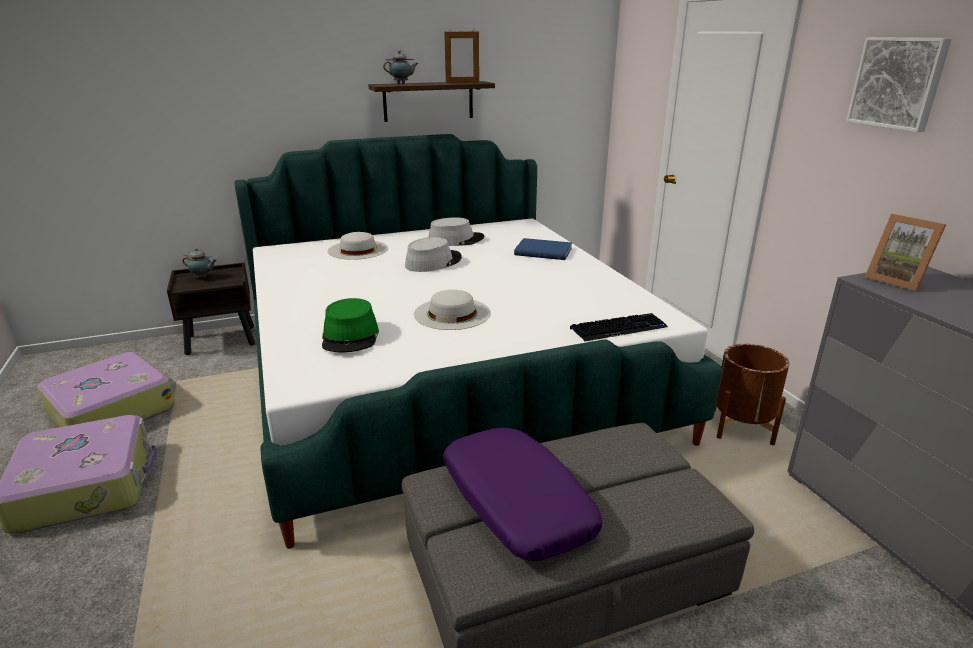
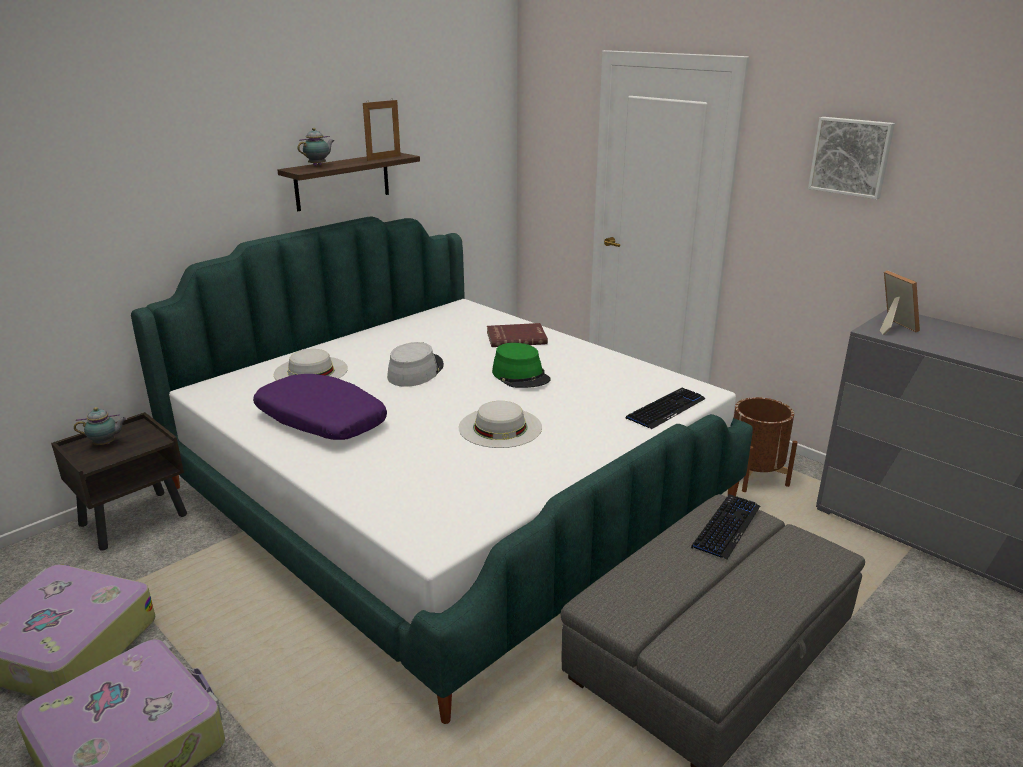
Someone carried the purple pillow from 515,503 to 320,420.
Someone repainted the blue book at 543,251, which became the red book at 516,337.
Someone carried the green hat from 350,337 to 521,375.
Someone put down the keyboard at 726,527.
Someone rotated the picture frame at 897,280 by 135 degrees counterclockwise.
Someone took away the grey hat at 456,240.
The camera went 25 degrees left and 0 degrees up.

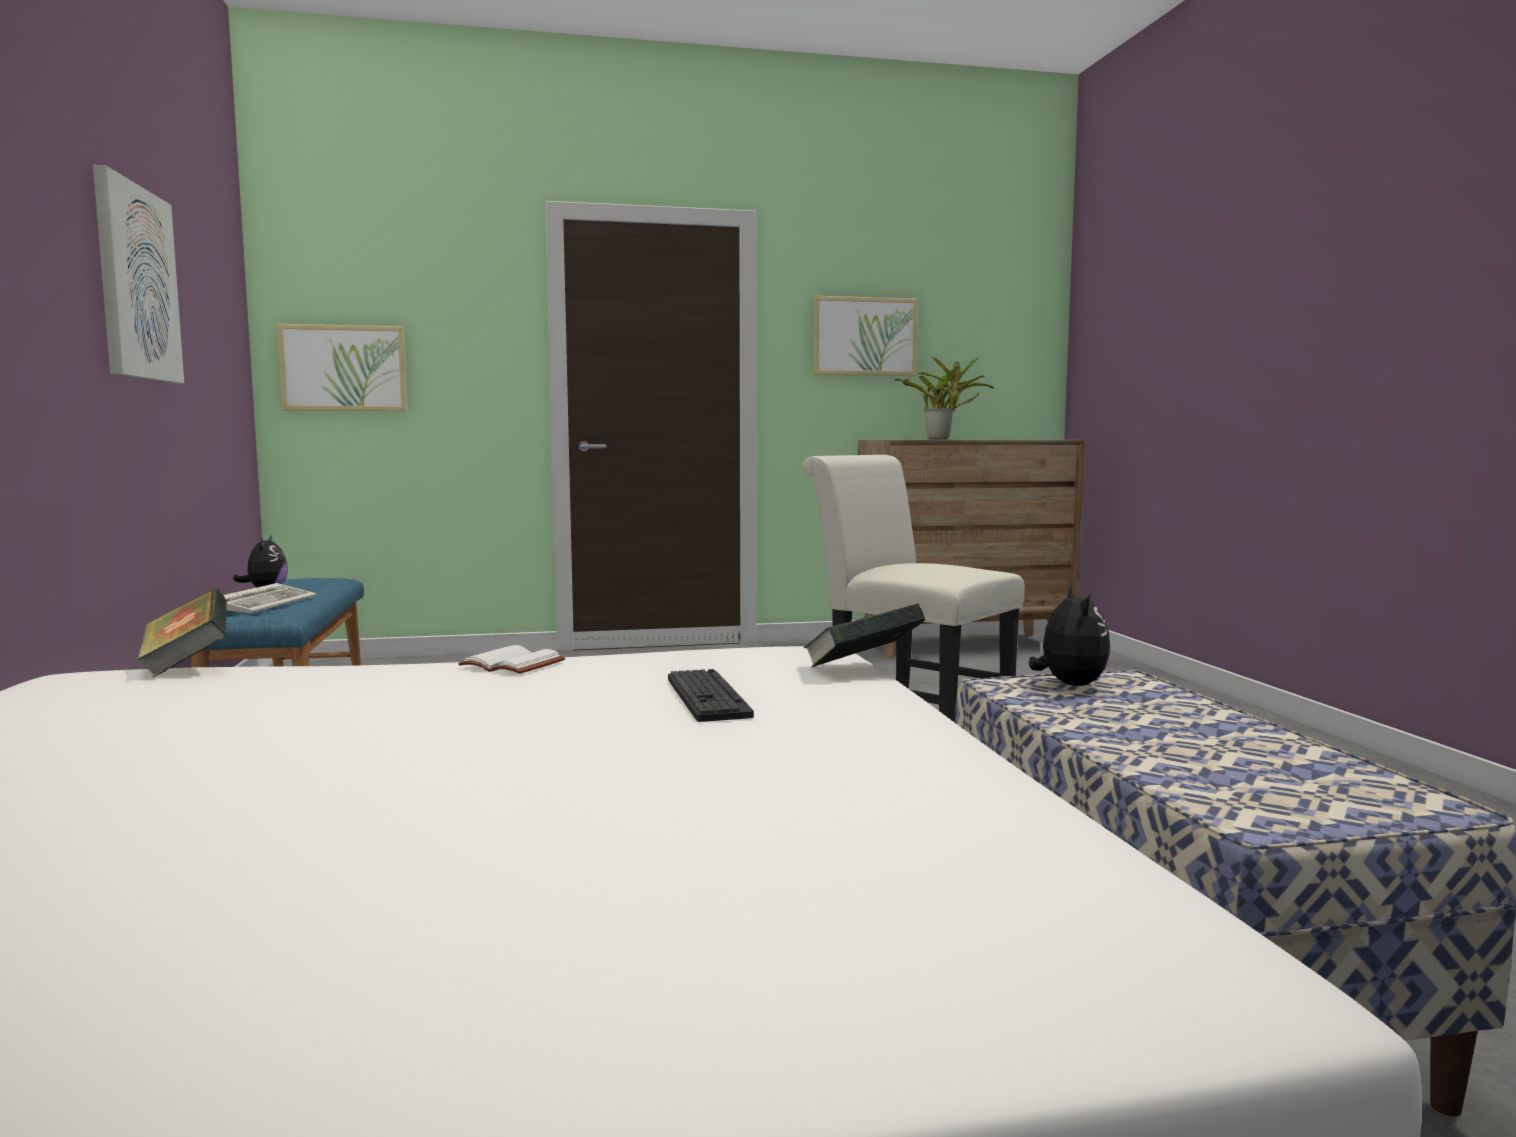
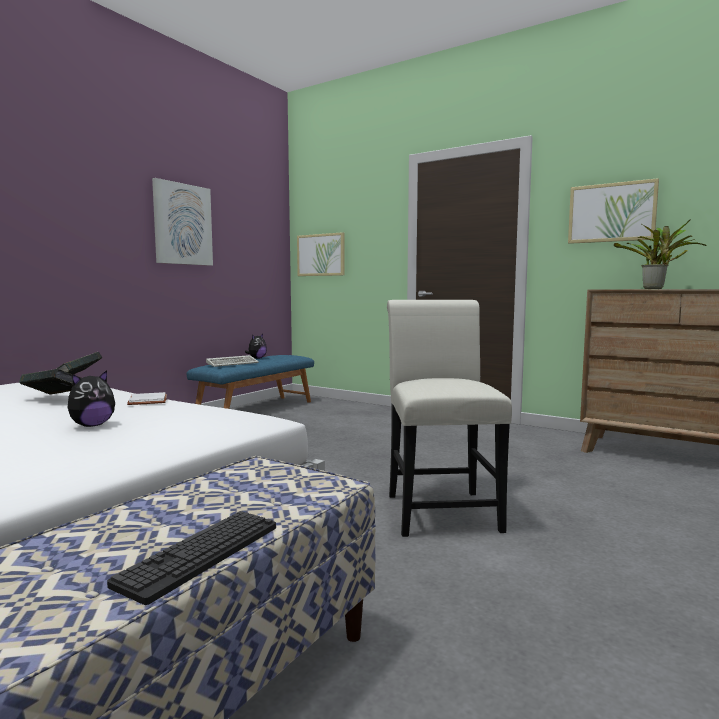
Someone carried the book from 862,668 to 55,398.
Someone carried the plush toy from 1069,685 to 92,425.
Someone carried the keyboard from 707,697 to 201,554.
The camera went 45 degrees right and 0 degrees up.

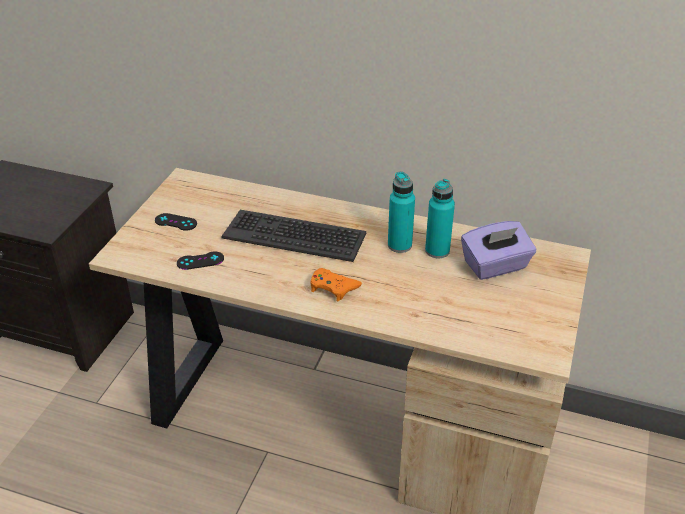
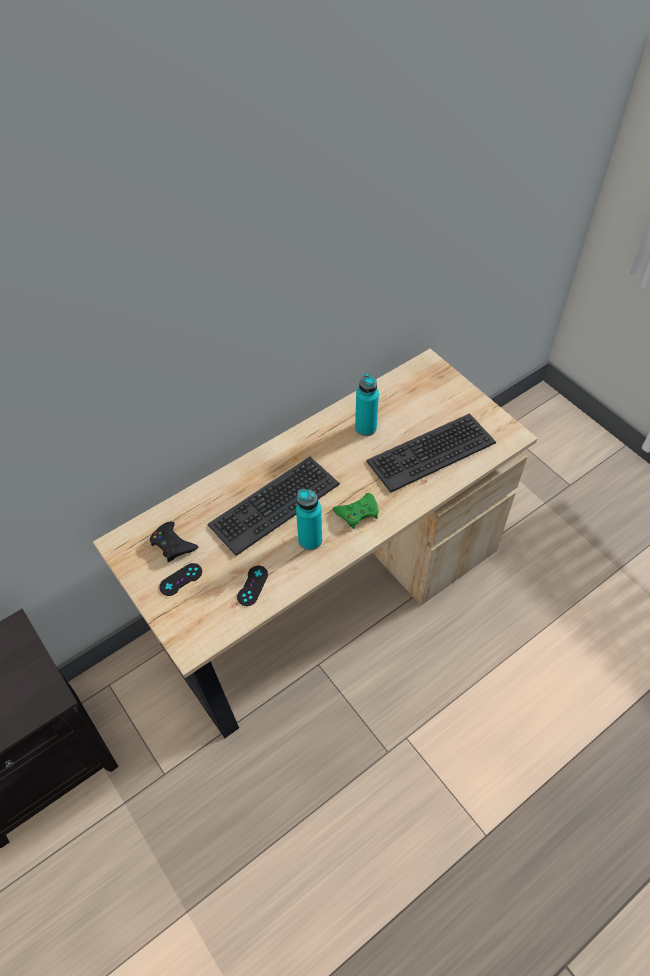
Someone put down the black game controller at 173,544.
Someone carried the turquoise bottle from 399,245 to 310,540.
Someone repainted the orange game controller at 333,287, which became the green game controller at 357,513.
Someone put down the keyboard at 430,452.
Someone took away the purple tissue box at 495,266.
The camera went 55 degrees left and 15 degrees up.

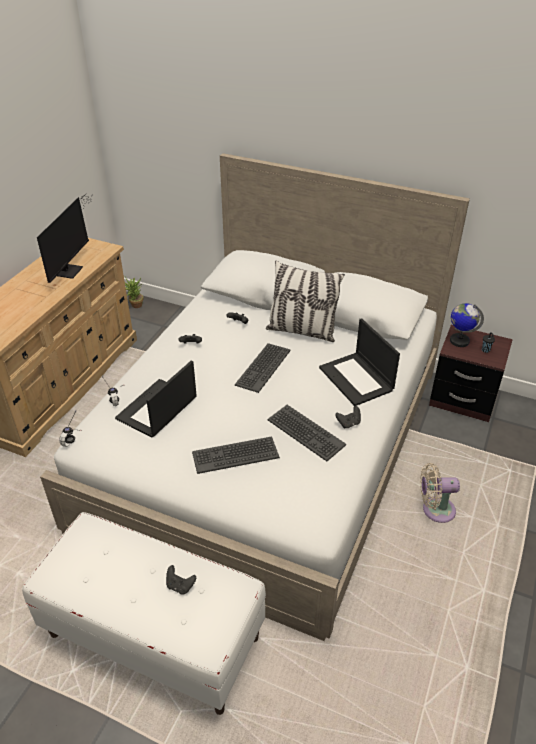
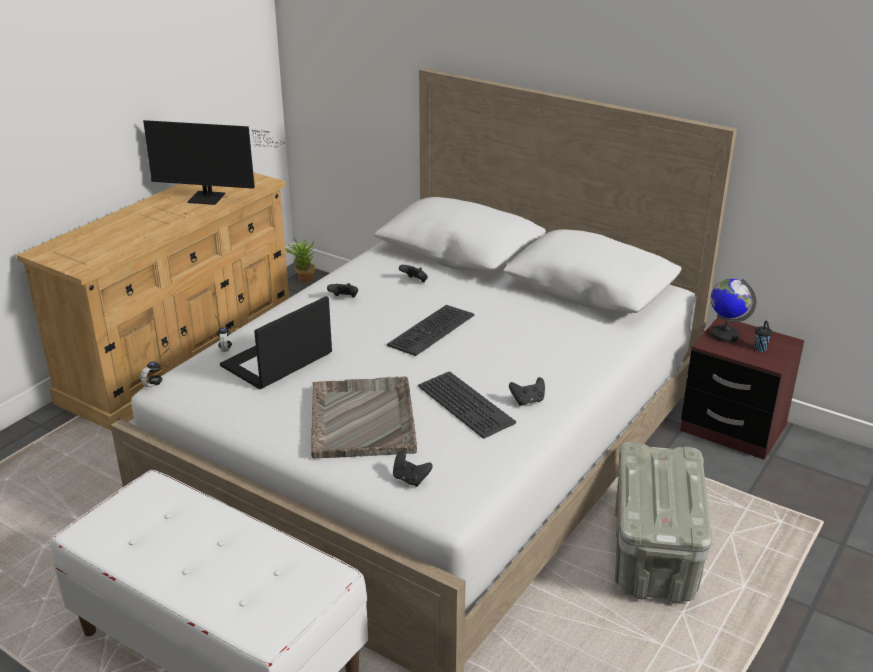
Someone rotated the monitor at 71,269 by 75 degrees clockwise.
Someone swapped the keyboard at 235,455 for the grey tray at 362,419.
Someone carried the black game controller from 180,586 to 410,479.
Someone swapped the beige fan at 435,510 for the grey storage box at 654,556.
Someone took away the pillow at 302,331.
Someone took away the laptop at 357,379.
The camera went 10 degrees right and 10 degrees down.

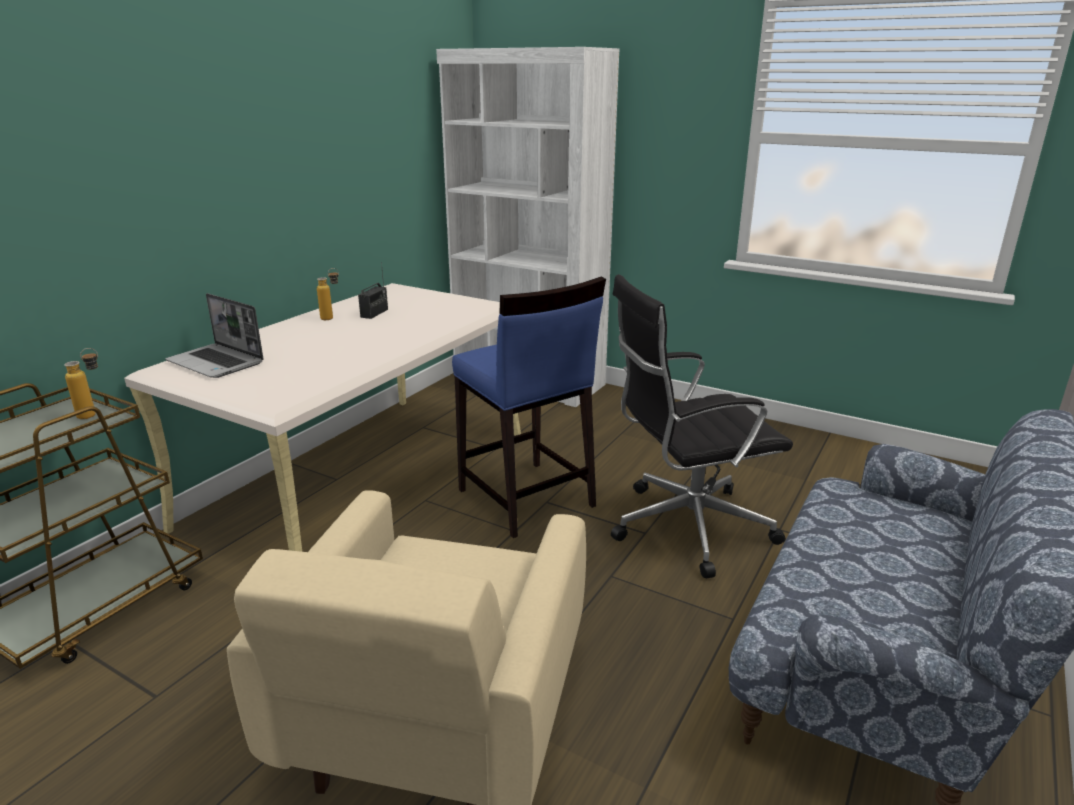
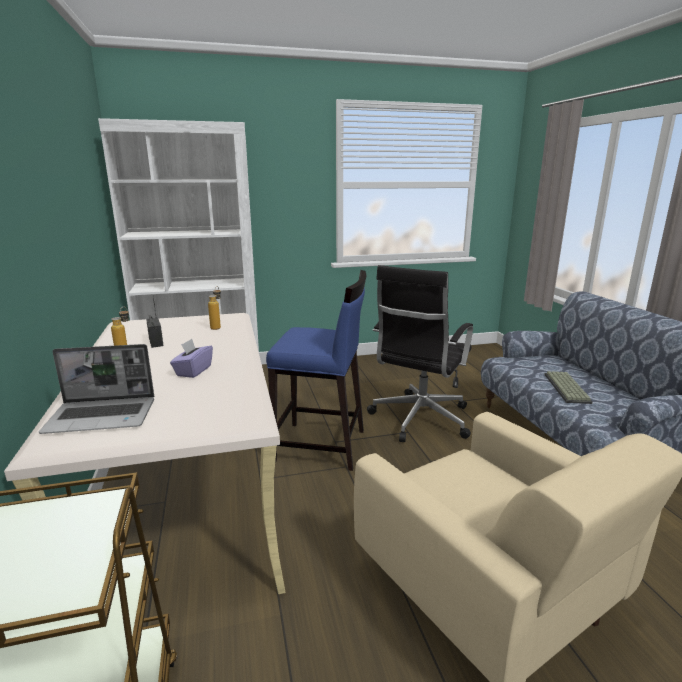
Someone put down the purple tissue box at 193,371.
Someone carried the bottle from 94,414 to 217,327.
Someone put down the keyboard at 568,388.
The camera went 45 degrees left and 5 degrees down.

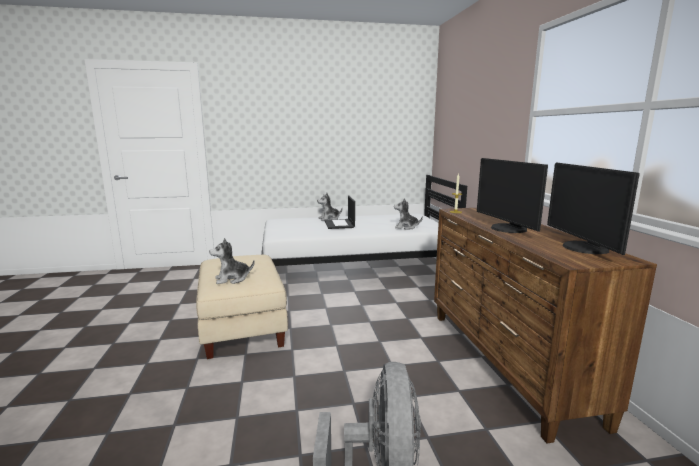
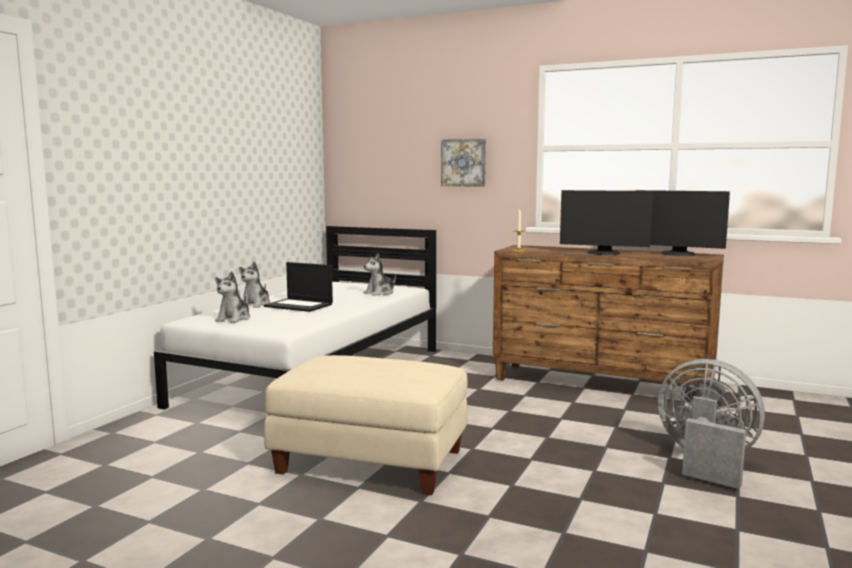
Someone carried the plush toy from 232,279 to 234,319.
Someone put up the picture at 464,162.
The camera went 55 degrees left and 5 degrees down.

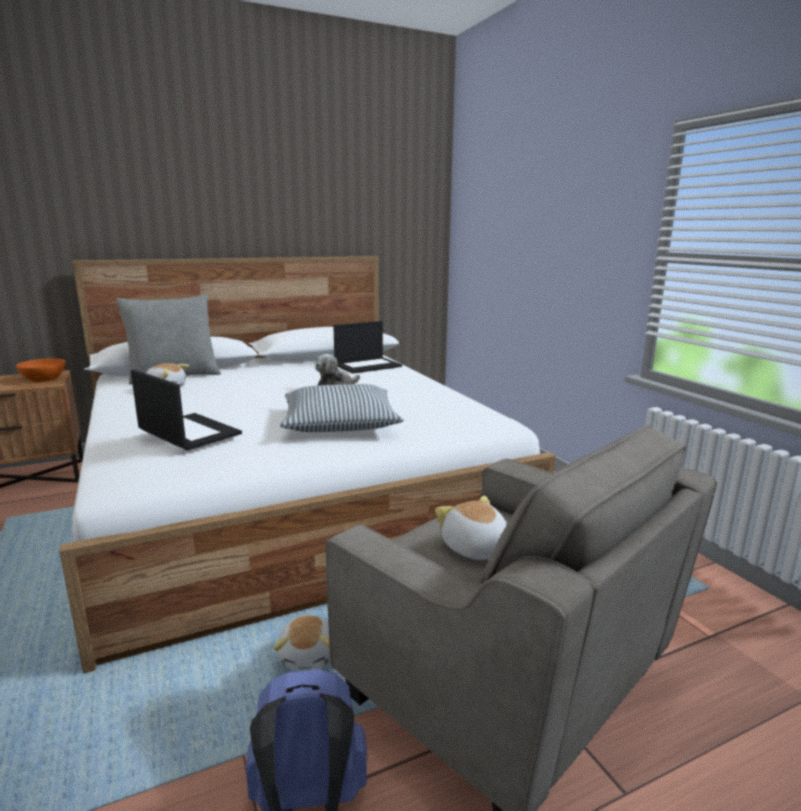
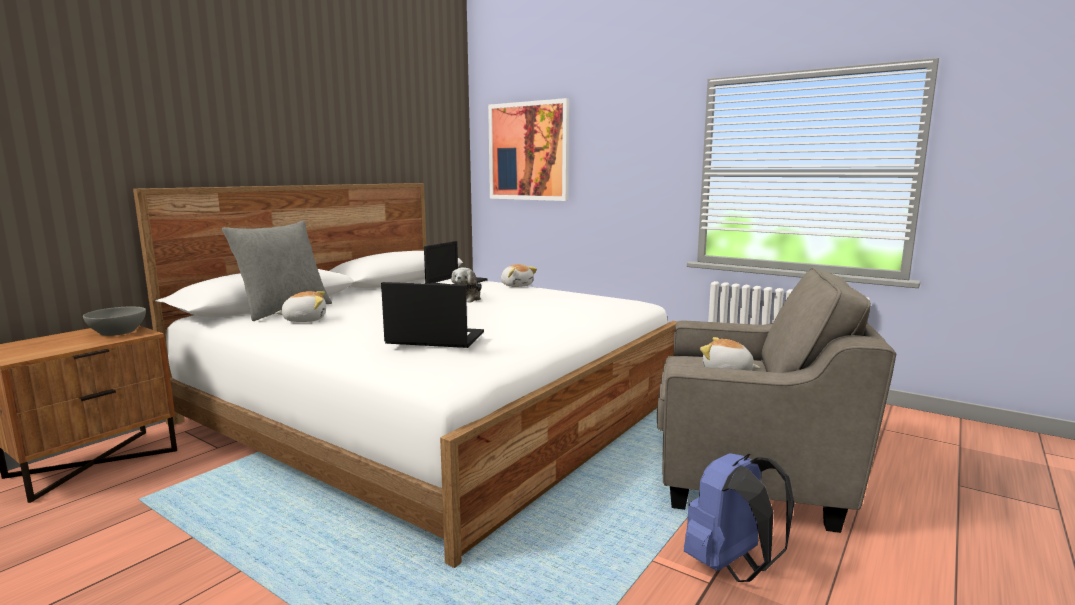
Someone repainted the orange bowl at 44,379, which became the grey bowl at 118,332.
Someone put up the picture at 528,151.
Someone carried the plush toy from 308,655 to 517,285.
Someone took away the pillow at 339,423.
The camera went 30 degrees left and 5 degrees down.

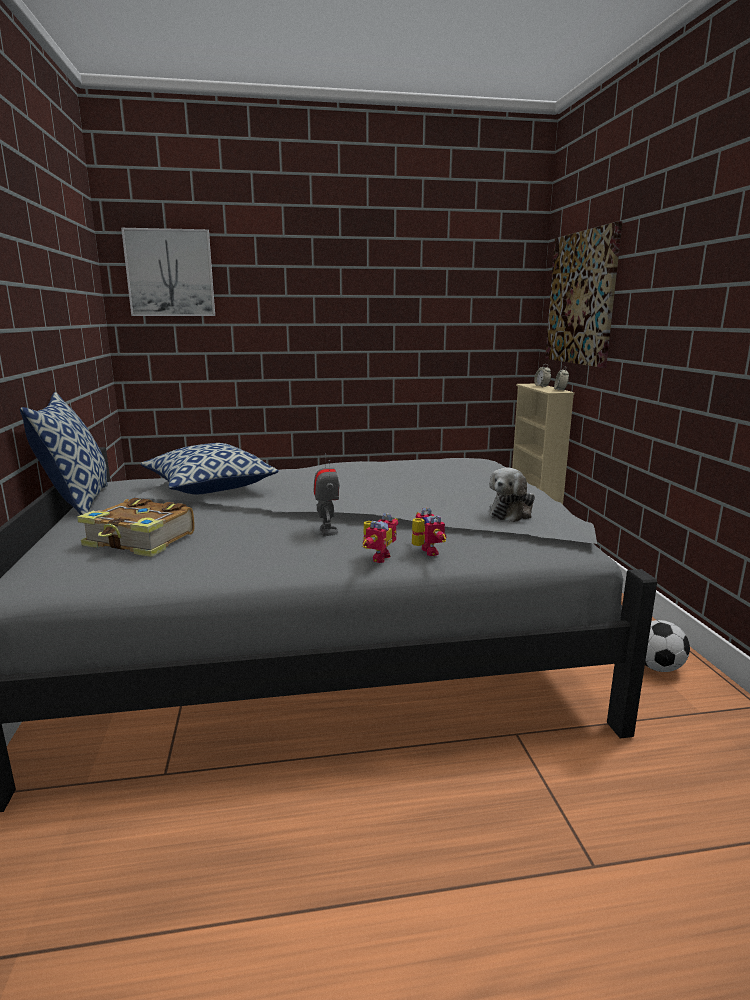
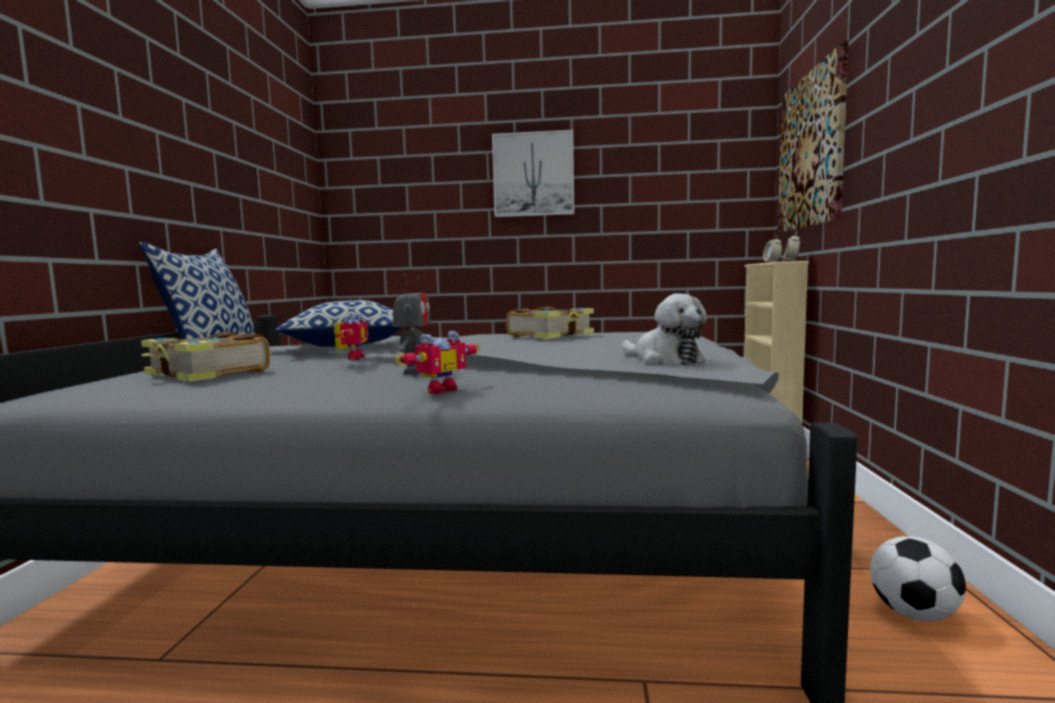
Someone carried the toy robot from 425,552 to 351,358.
Someone carried the picture from 170,273 to 533,174.
Someone put down the book at 552,335.
Someone rotated the plush toy at 512,513 by 90 degrees counterclockwise.
The camera went 15 degrees right and 10 degrees down.

